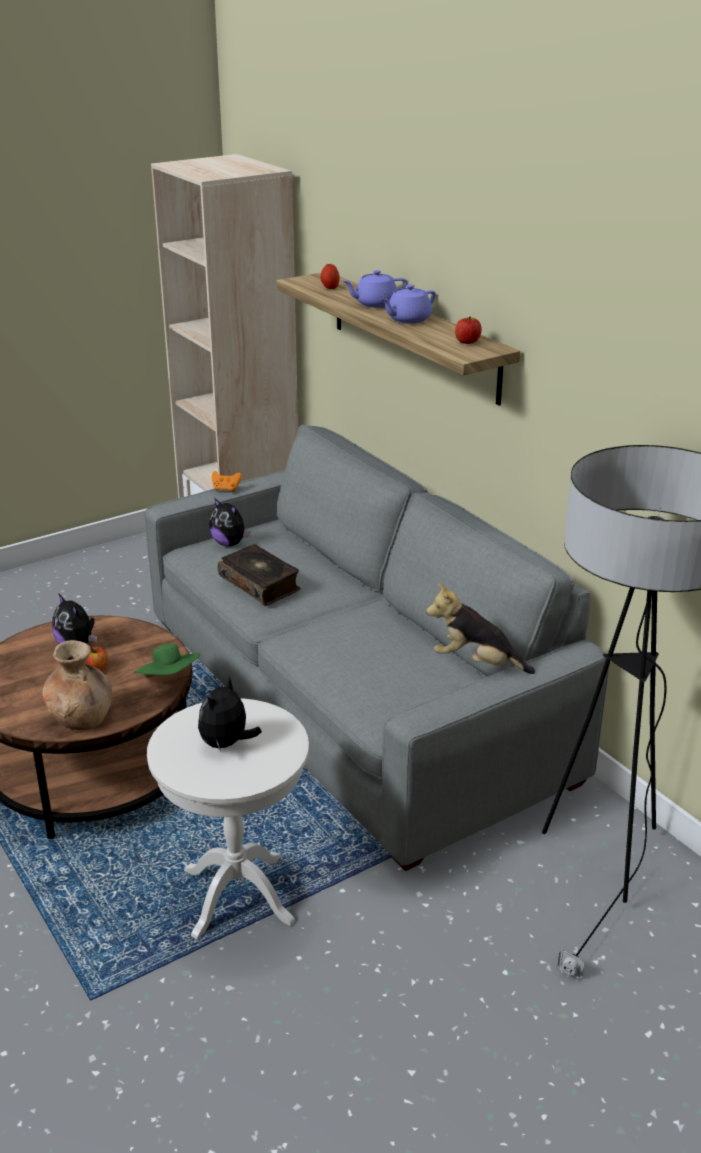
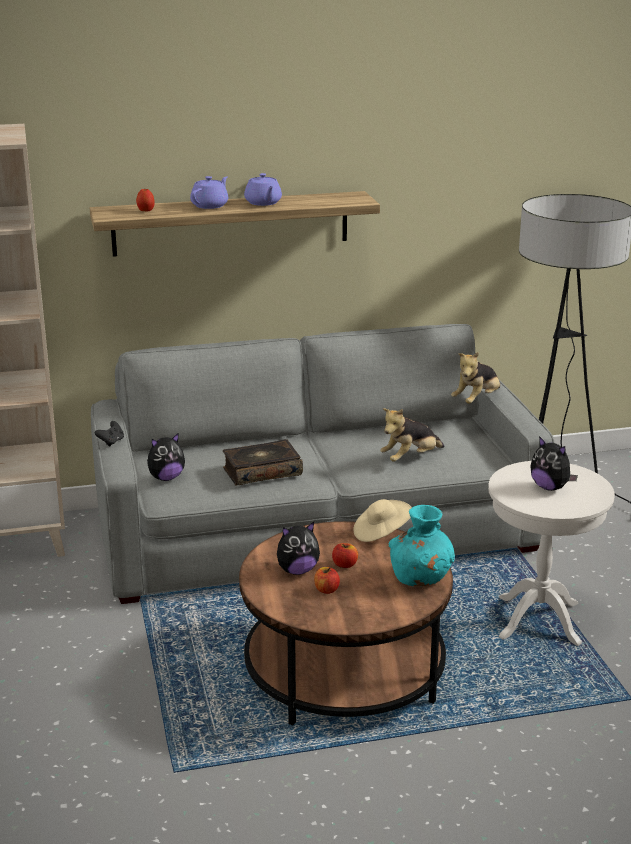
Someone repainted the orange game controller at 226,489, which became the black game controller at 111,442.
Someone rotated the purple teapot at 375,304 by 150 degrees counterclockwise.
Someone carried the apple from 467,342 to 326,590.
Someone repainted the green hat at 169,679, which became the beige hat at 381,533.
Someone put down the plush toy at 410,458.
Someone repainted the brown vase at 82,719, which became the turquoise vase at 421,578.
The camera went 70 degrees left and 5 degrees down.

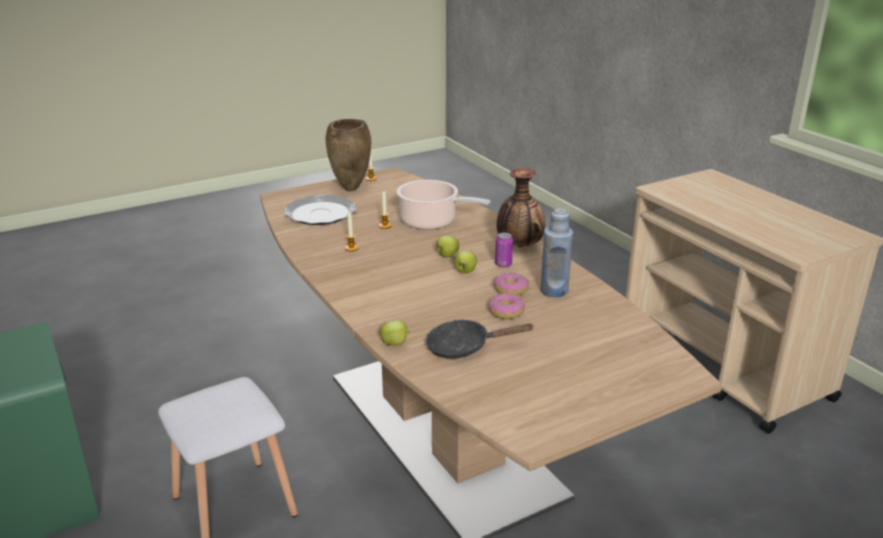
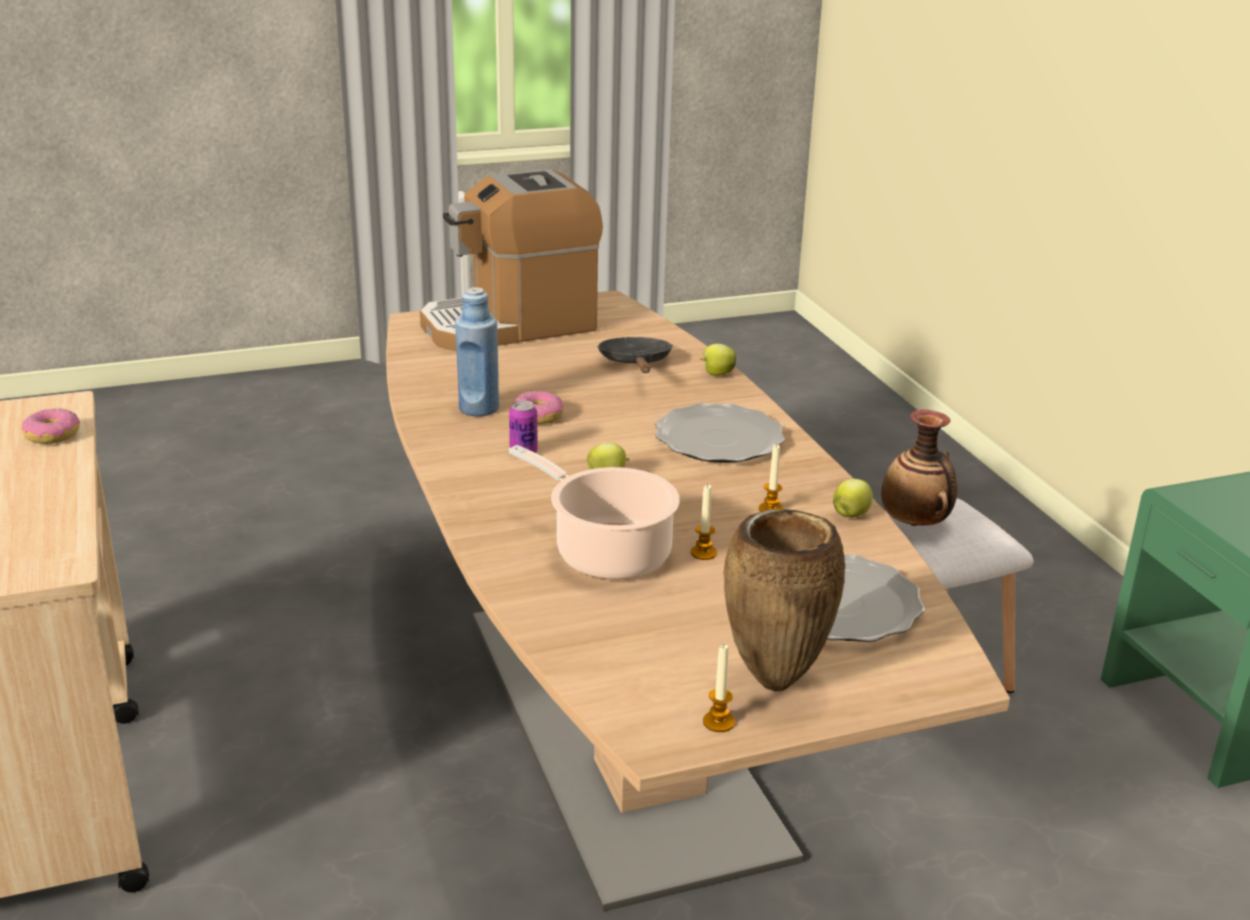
Someone carried the donut from 506,312 to 52,435.
Someone put down the coffee machine at 510,325.
Someone rotated the black frying pan at 464,347 by 105 degrees counterclockwise.
Someone put down the plate at 719,439.
Someone carried the apple from 465,272 to 851,515.
Someone carried the vase from 519,246 to 915,524.
The camera went 170 degrees left and 0 degrees up.

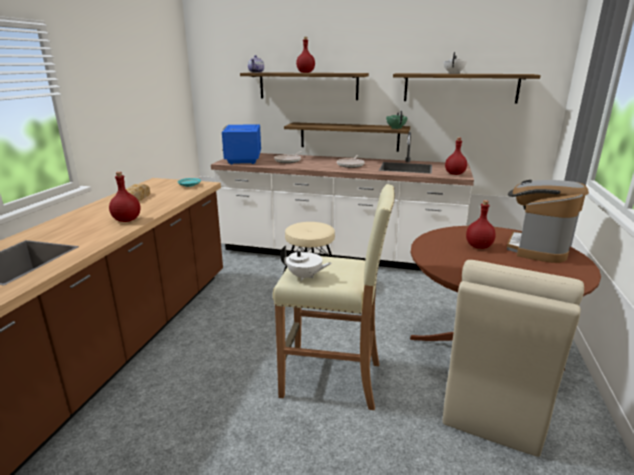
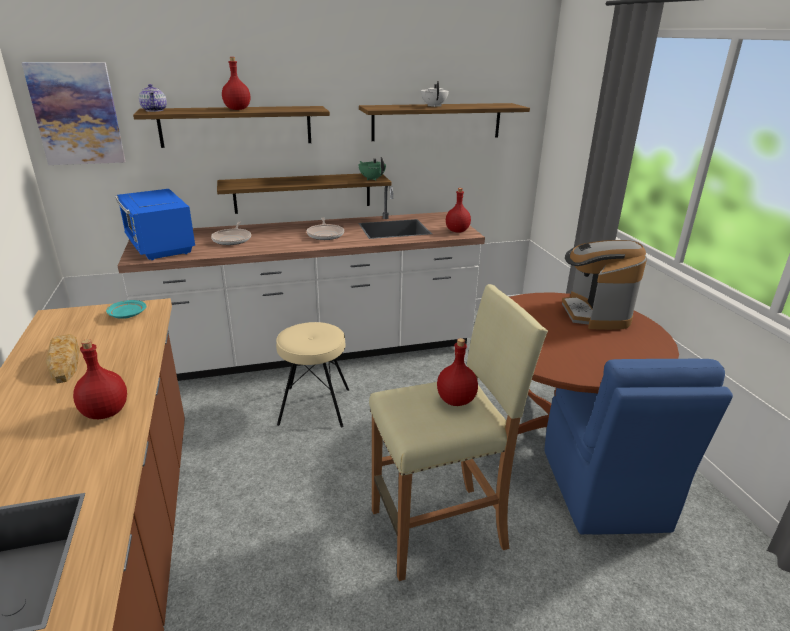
Someone put up the picture at 77,114.
Someone carried the red bottle from 478,246 to 456,401.
Someone repainted the beige chair at 494,404, which became the blue chair at 604,491.
Someone took away the white teapot at 304,277.
The camera went 30 degrees left and 5 degrees up.

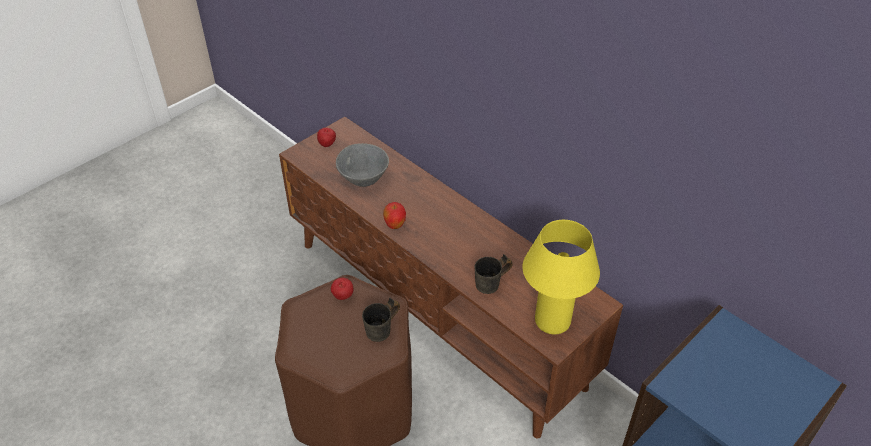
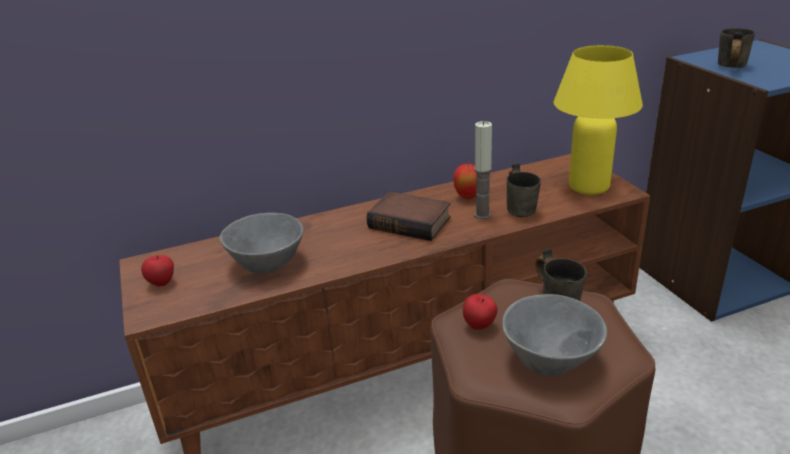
Someone put down the book at 411,222.
Someone carried the apple from 395,226 to 468,197.
Someone put down the candle at 482,215.
Someone put down the grey bowl at 552,362.
Someone put down the grey mug at 727,68.
The camera went 65 degrees left and 15 degrees down.

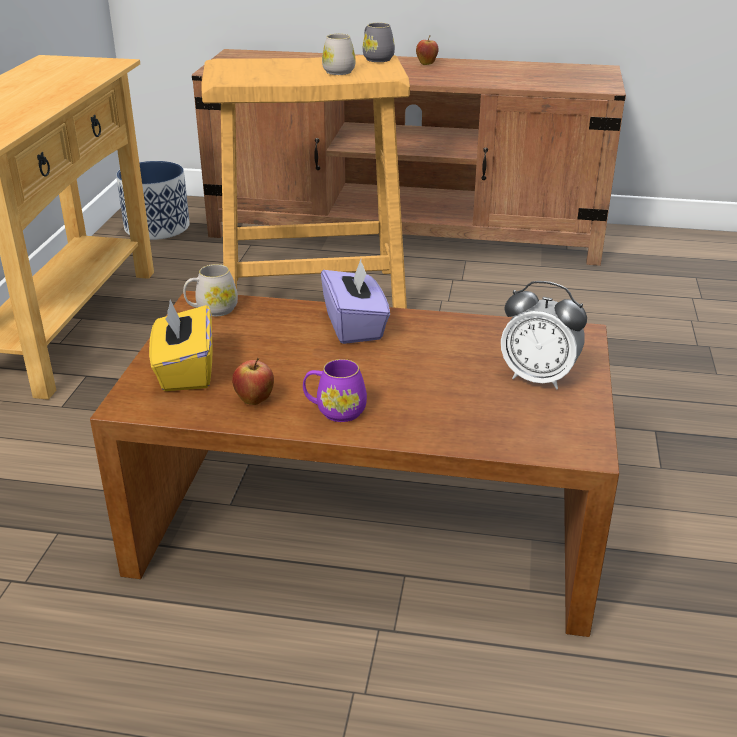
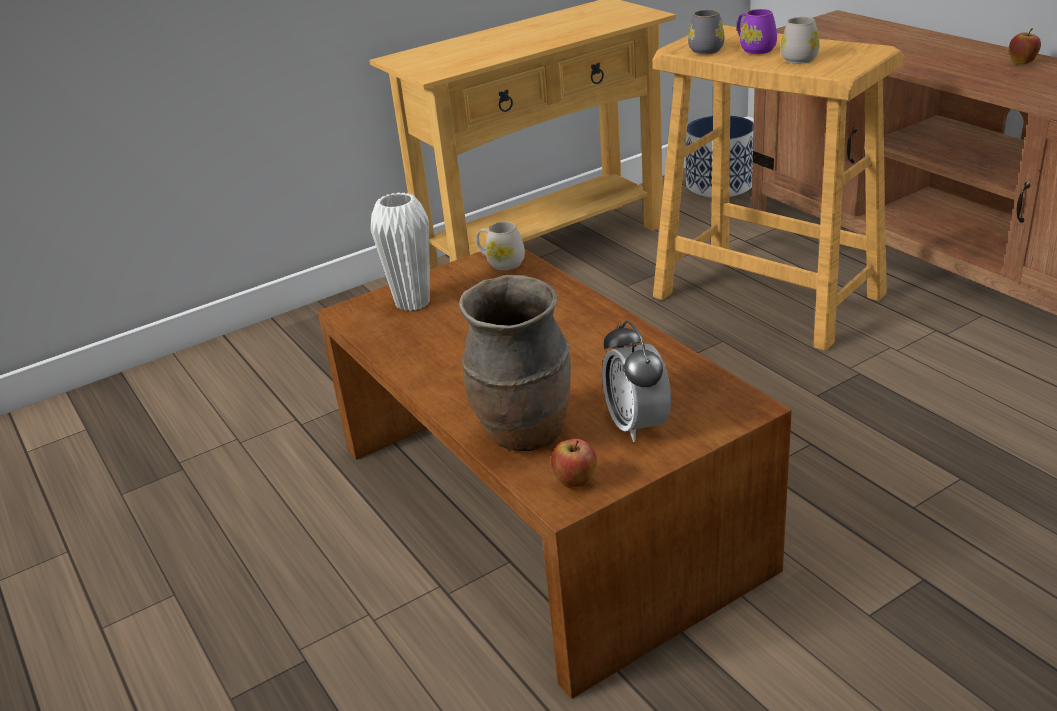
Someone swapped the yellow tissue box at 185,371 for the white vase at 412,302.
Someone put down the brown vase at 525,434.
Someone carried the apple from 255,401 to 575,483.
Someone carried the grey mug from 376,58 to 706,48.
Someone carried the purple mug from 335,411 to 754,49.
Someone took away the purple tissue box at 355,326.
The camera went 50 degrees right and 0 degrees up.

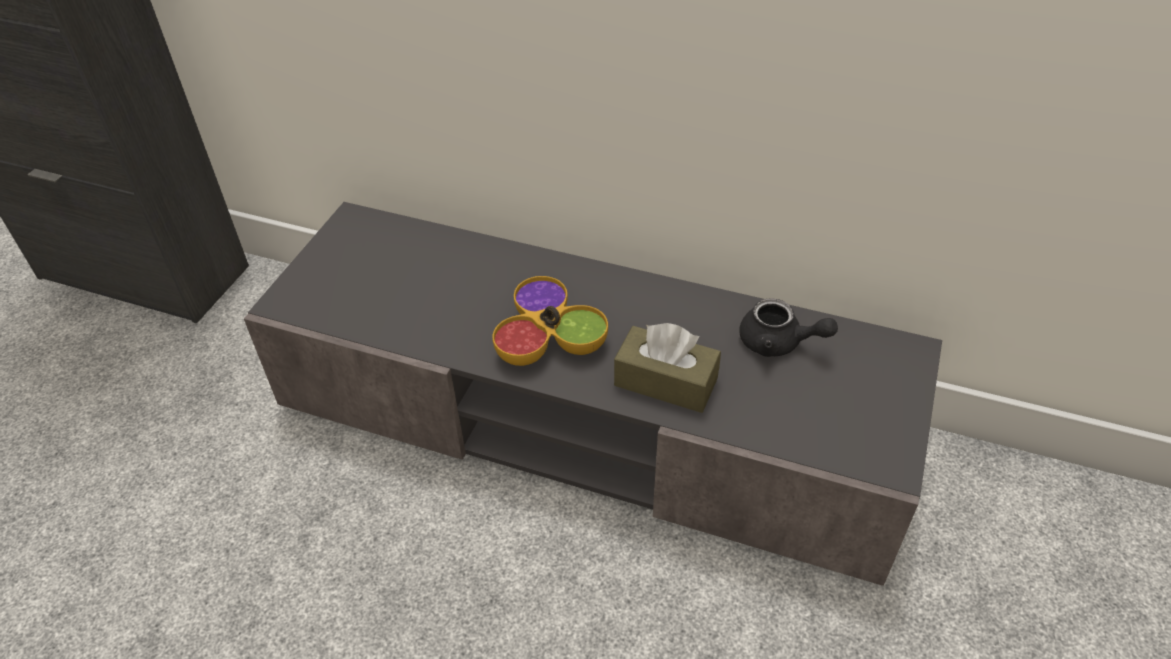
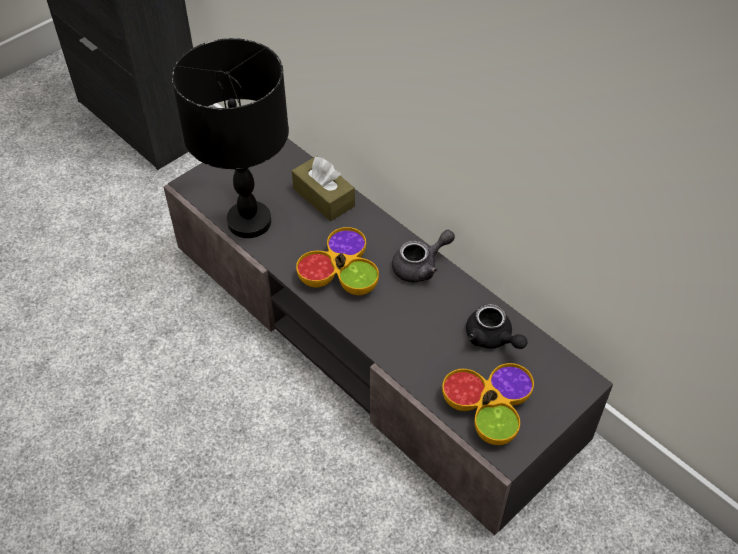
Someone put down the black table lamp at 248,222.
Someone carried the brown tissue box from 665,382 to 323,197.
Someone put down the grey teapot at 420,266.
Someone put down the bowl at 488,408.
The camera went 25 degrees right and 5 degrees up.

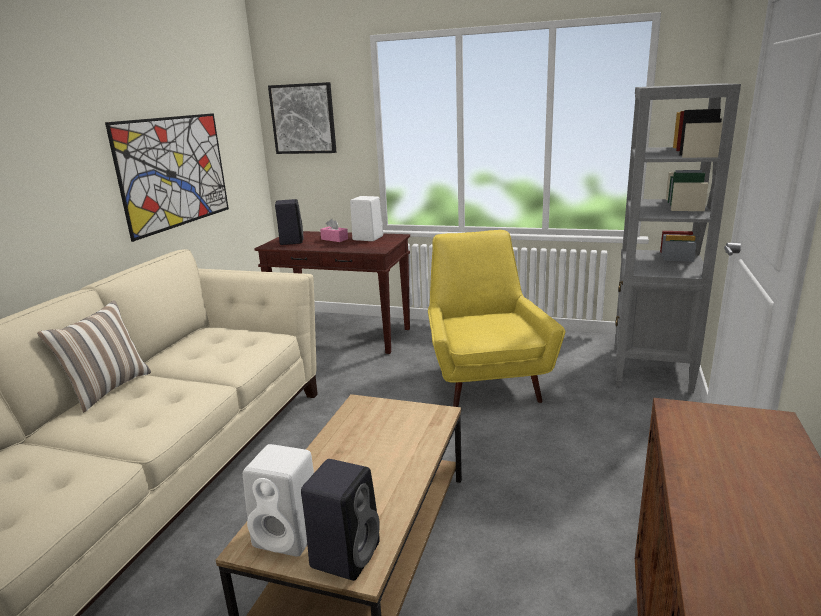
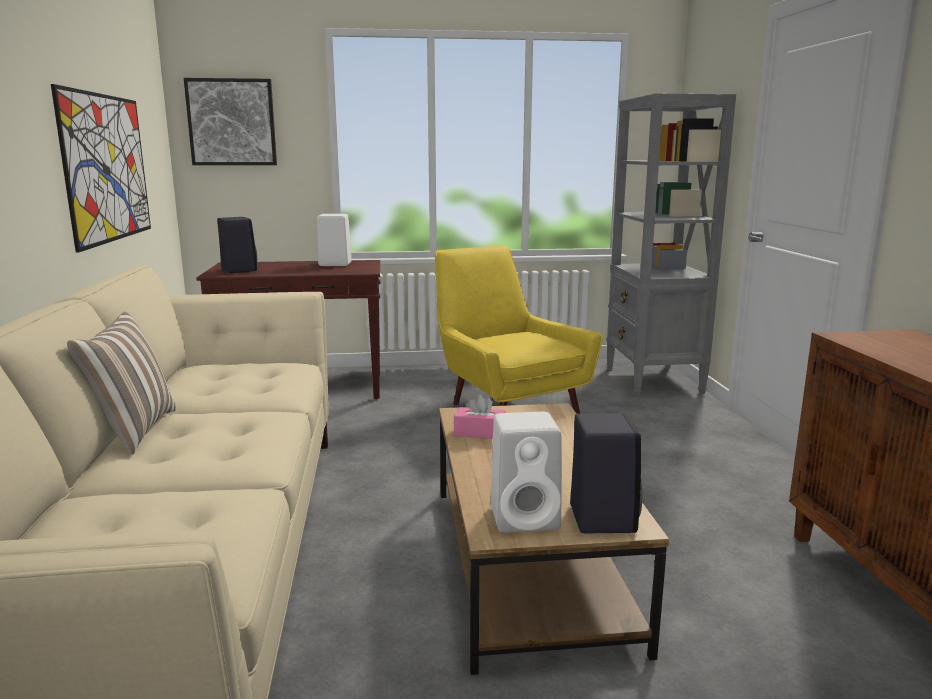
Someone carried the pink tissue box from 334,239 to 479,432.
The camera went 25 degrees left and 5 degrees down.

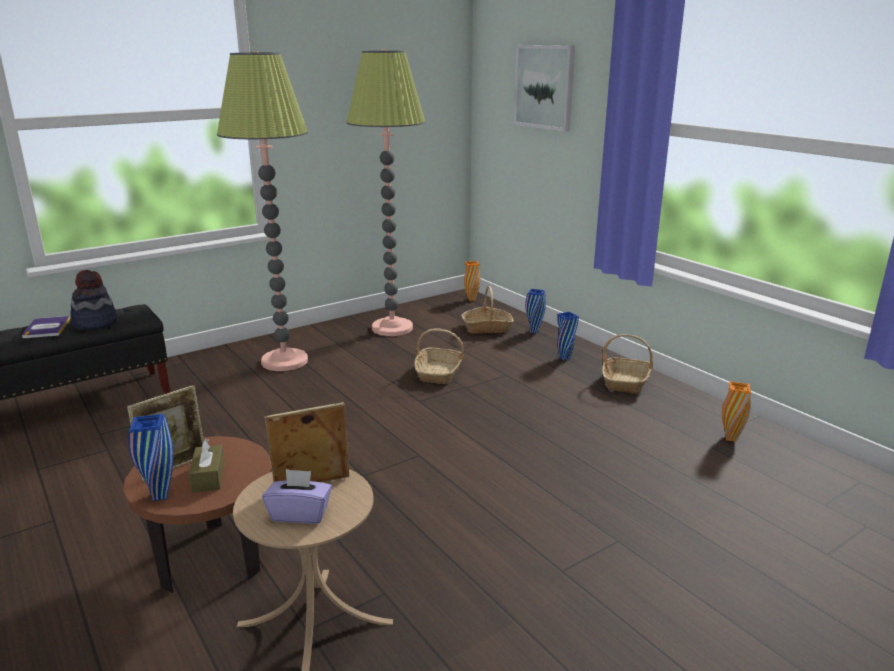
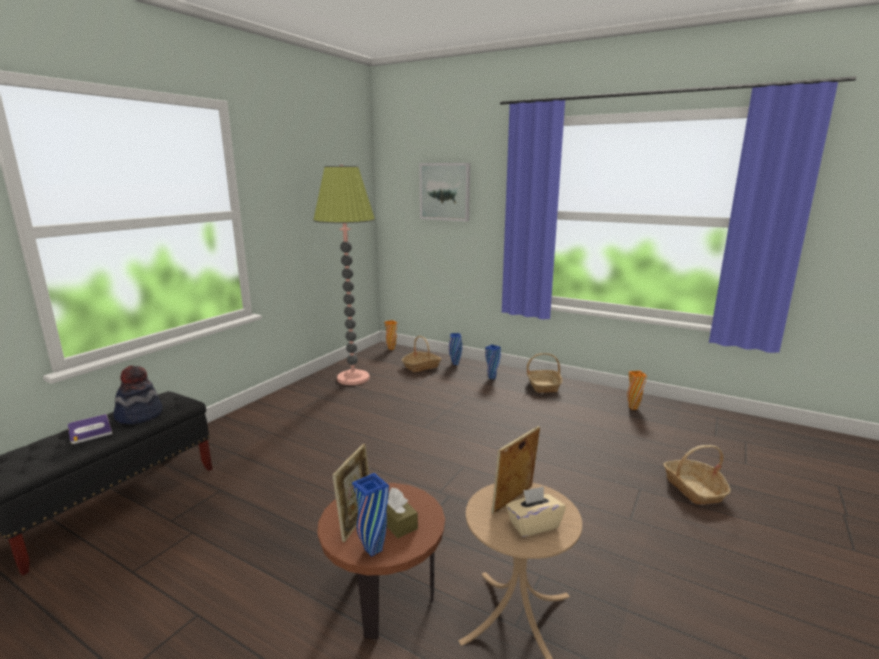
Someone repainted the purple tissue box at 300,513, which became the beige tissue box at 533,525.
Someone carried the basket from 439,373 to 694,489.
Someone took away the floor lamp at 284,361.
The camera went 25 degrees left and 5 degrees down.

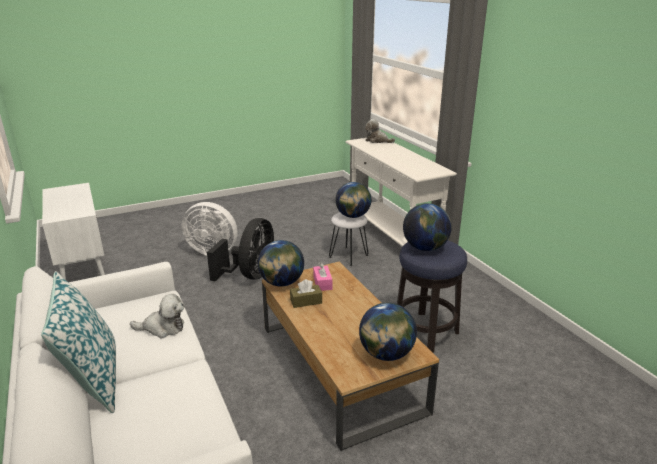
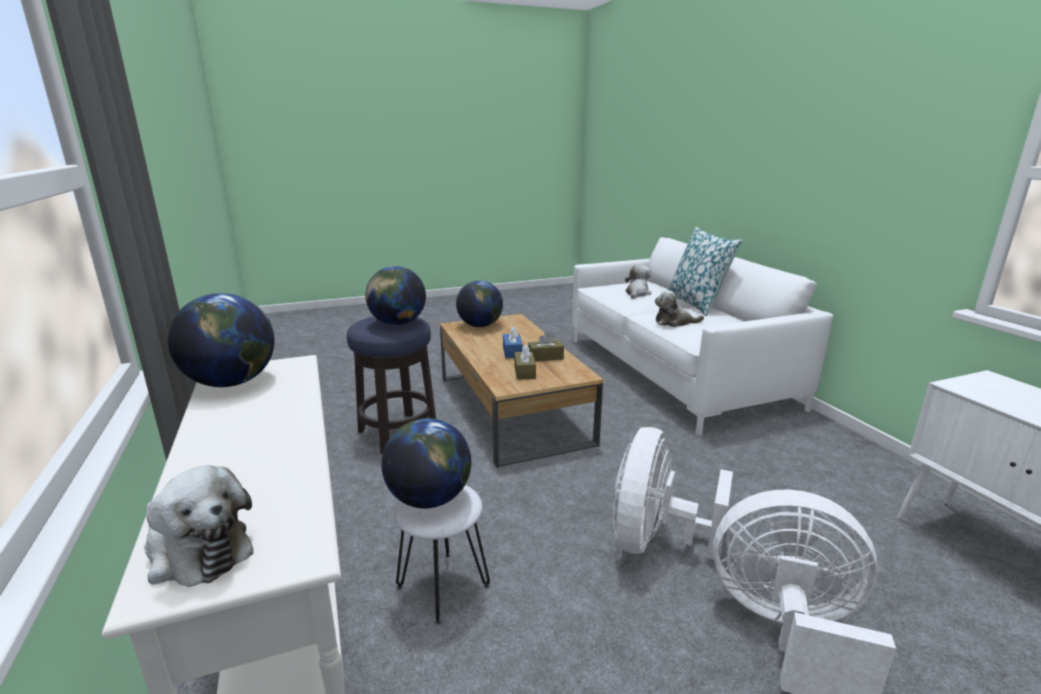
Someone carried the globe from 281,283 to 232,382.
Someone put down the blue tissue box at 512,352.
Someone repainted the pink tissue box at 322,283, which became the brown tissue box at 524,372.
Someone repainted the black fan at 250,275, which became the white fan at 654,540.
Someone put down the plush toy at 637,293.
The camera went 175 degrees left and 5 degrees down.

